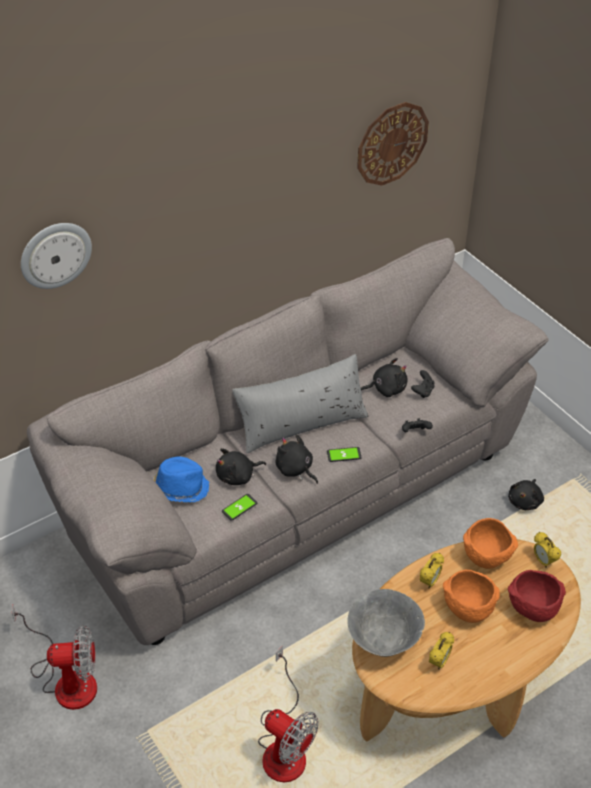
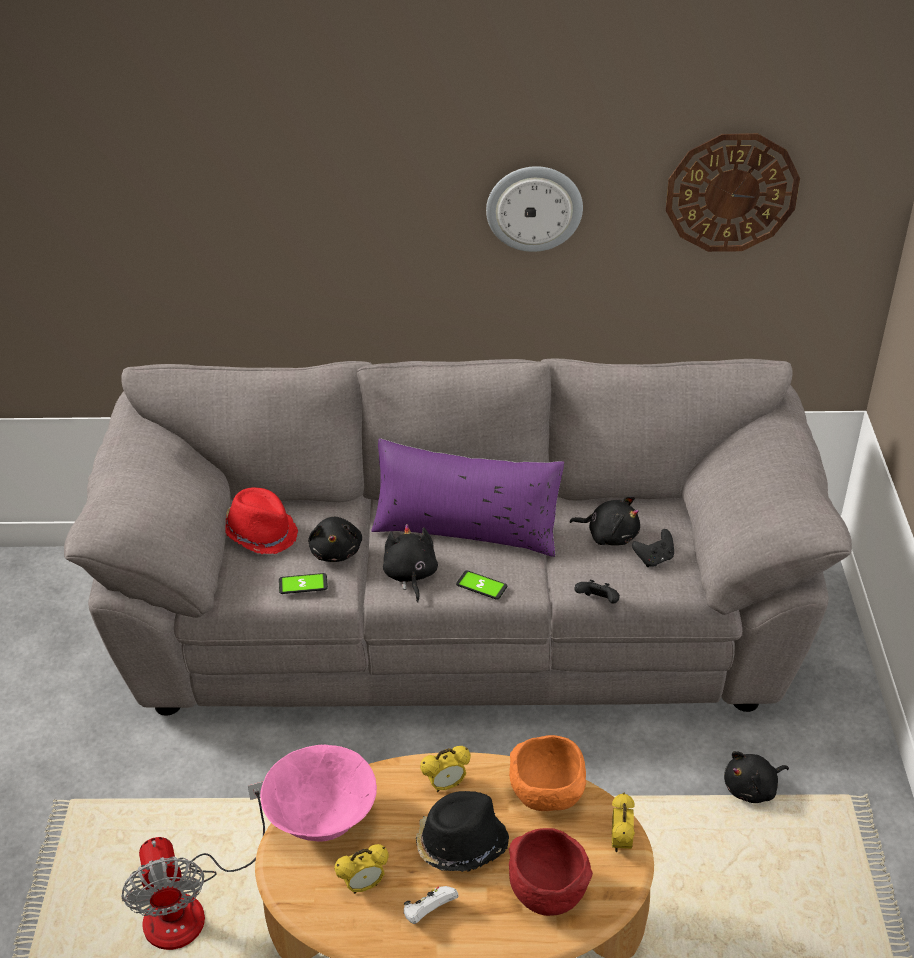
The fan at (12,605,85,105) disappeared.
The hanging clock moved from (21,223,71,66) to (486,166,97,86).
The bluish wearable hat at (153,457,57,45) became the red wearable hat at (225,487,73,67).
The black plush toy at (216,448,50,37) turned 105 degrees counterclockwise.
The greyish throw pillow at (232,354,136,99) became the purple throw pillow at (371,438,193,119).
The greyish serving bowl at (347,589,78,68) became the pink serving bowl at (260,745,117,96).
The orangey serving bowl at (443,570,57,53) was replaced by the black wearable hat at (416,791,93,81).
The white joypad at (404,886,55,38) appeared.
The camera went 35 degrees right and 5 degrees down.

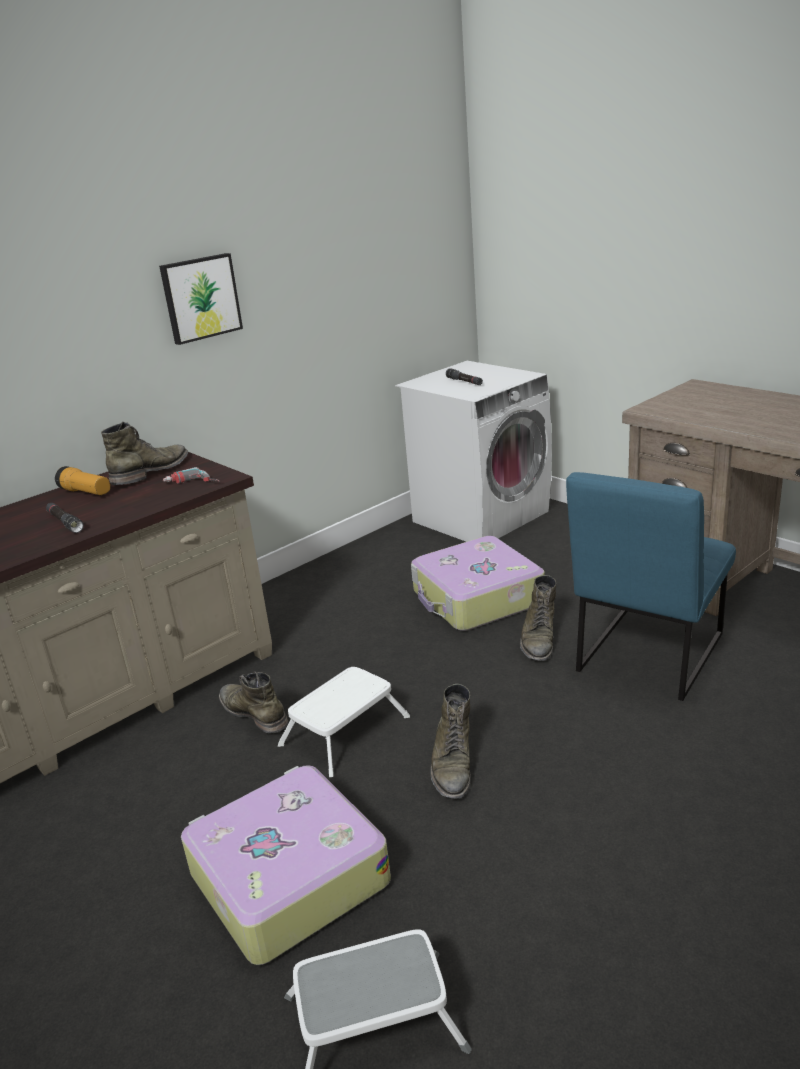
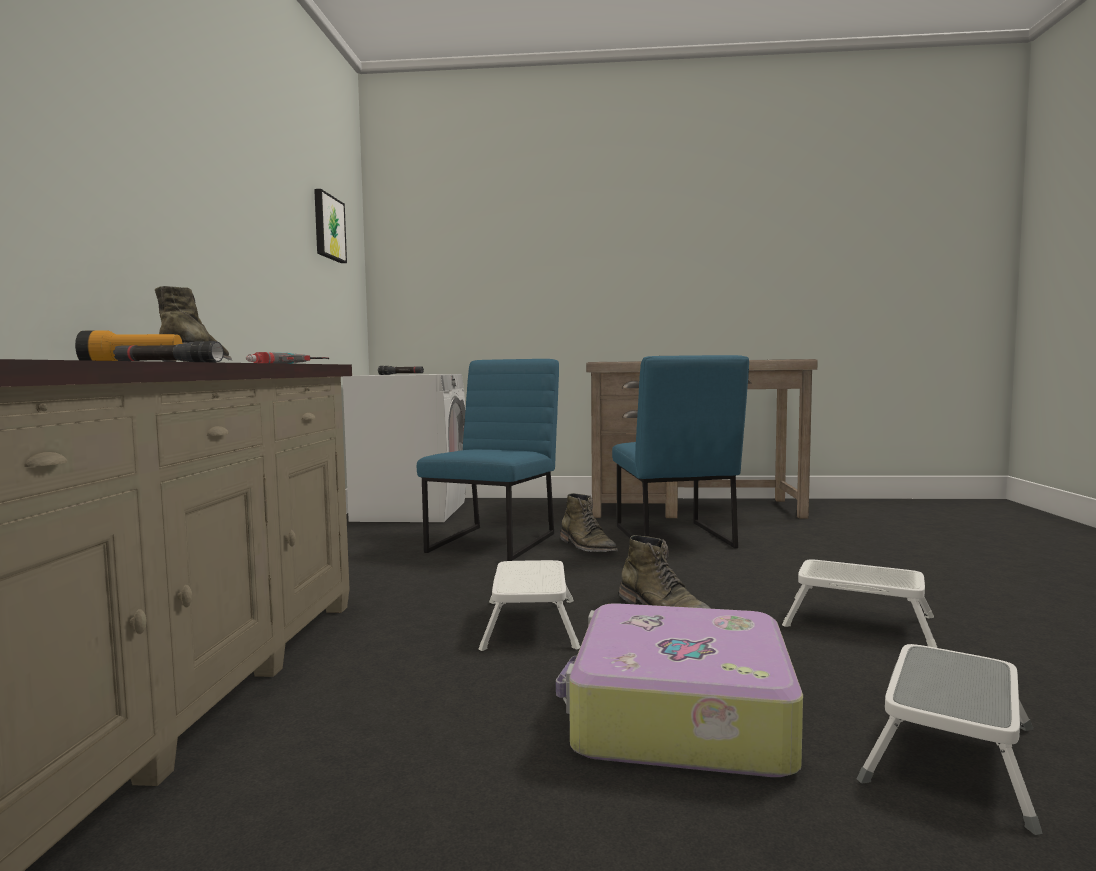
The wall picture moved from (159,253,84,92) to (314,189,33,74).
The green high-top boot at (219,672,69,61) disappeared.
The travel case at (411,536,133,95) was replaced by the bluish plain chair at (417,359,142,202).
The white step ladder at (782,559,155,89) appeared.
The camera went 45 degrees left and 20 degrees down.

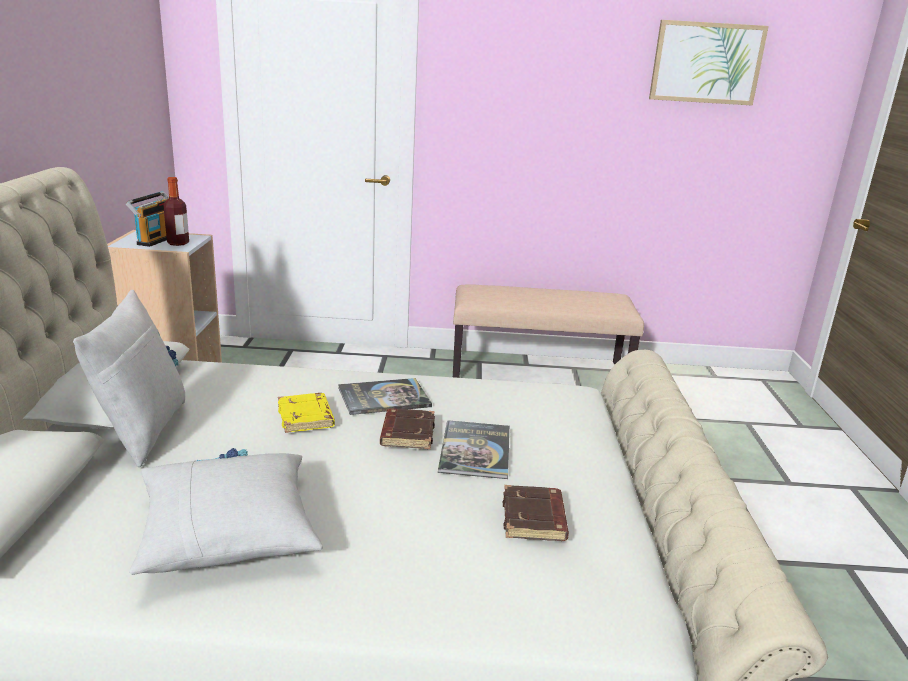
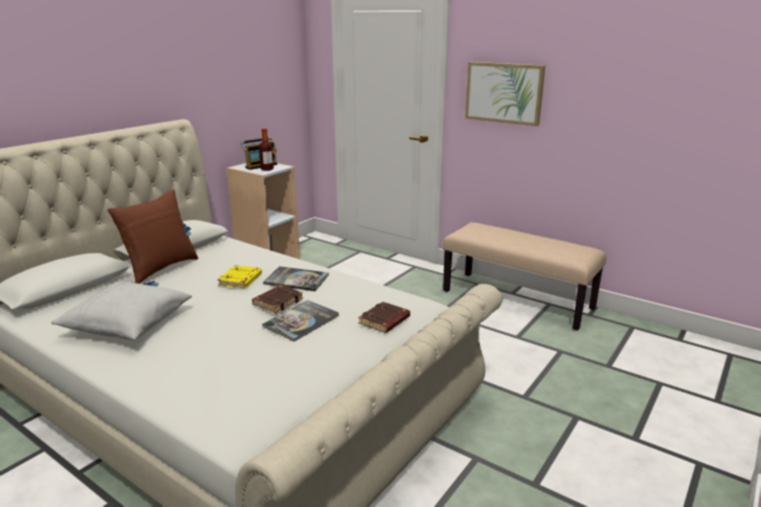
The greyish throw pillow at (73,290,112,177) became the brown-coloured throw pillow at (107,189,91,95).
The brown-coloured bound book moved from (502,485,67,56) to (358,301,52,32).
The wall picture moved from (649,20,120,86) to (465,62,80,64).
The camera went 35 degrees right and 0 degrees up.

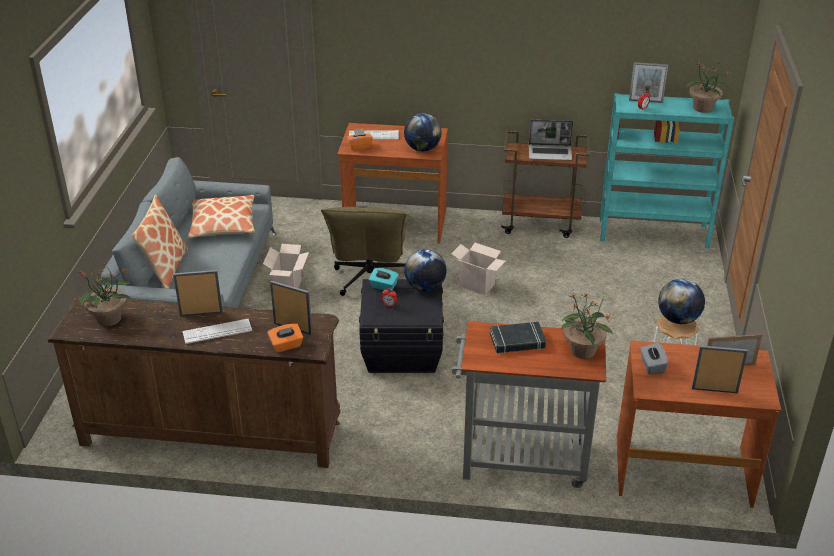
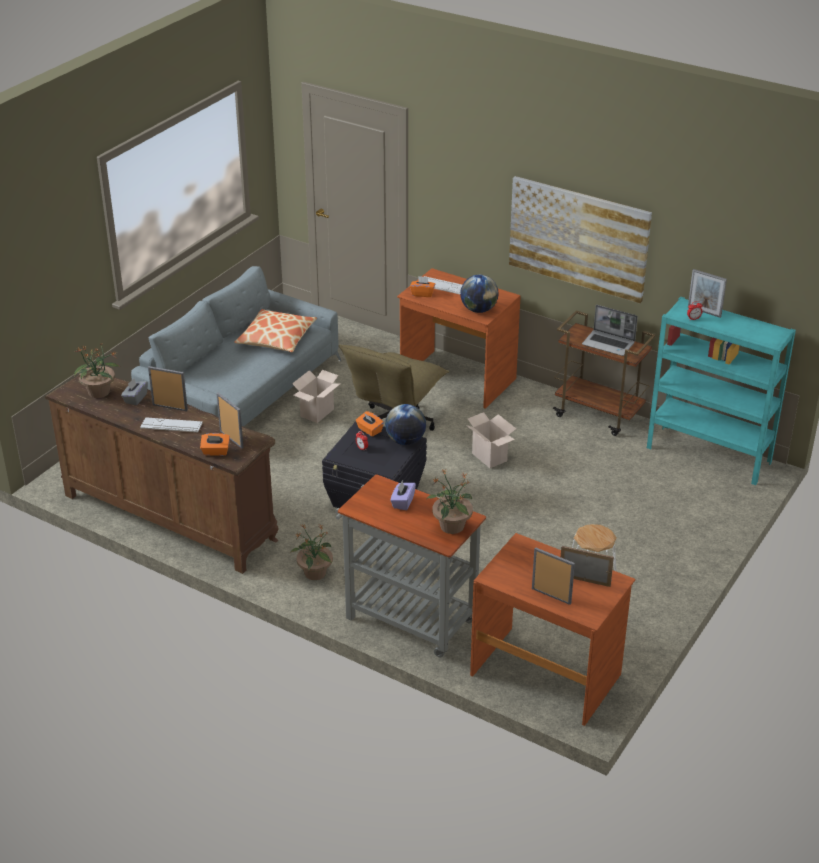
The throw pillow at (132,195,56,94) disappeared.
The turquoise box of tissues at (369,268,30,24) became the orangey box of tissues at (356,411,28,26).
The black bound book at (490,322,56,32) was replaced by the purple box of tissues at (390,480,26,30).
The greyish box of tissues moved from (640,343,28,31) to (121,378,27,27).
The desk globe at (658,279,47,45) disappeared.
The potted plant moved from (686,60,44,53) to (291,523,42,57).
The wall picture at (509,176,143,128) appeared.
The camera went 25 degrees right and 0 degrees up.

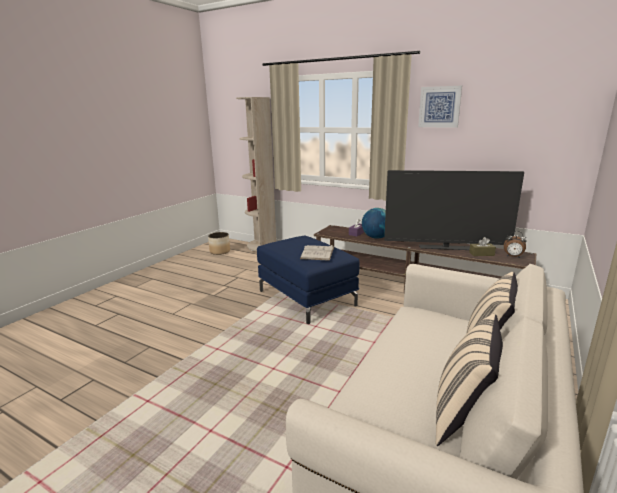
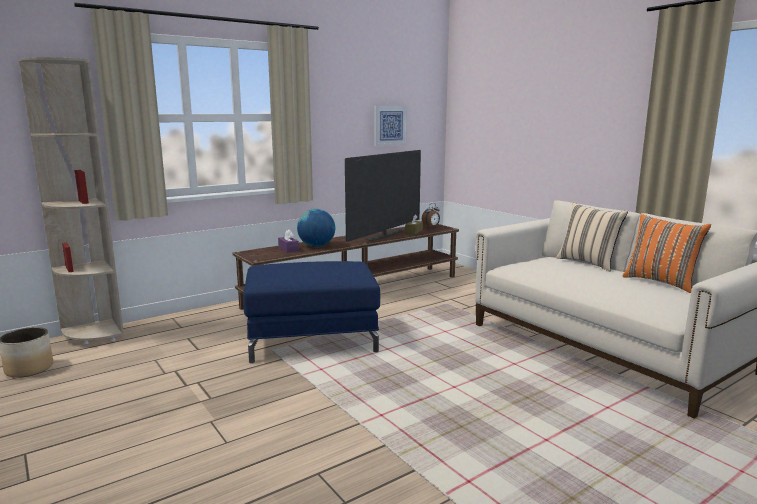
The white bound book at (300,245,34,16) disappeared.
The wall picture moved from (418,86,44,42) to (374,105,33,41).
The sand-coloured throw pillow at (436,314,67,132) became the orangey throw pillow at (622,214,89,79).
The camera went 65 degrees left and 5 degrees down.

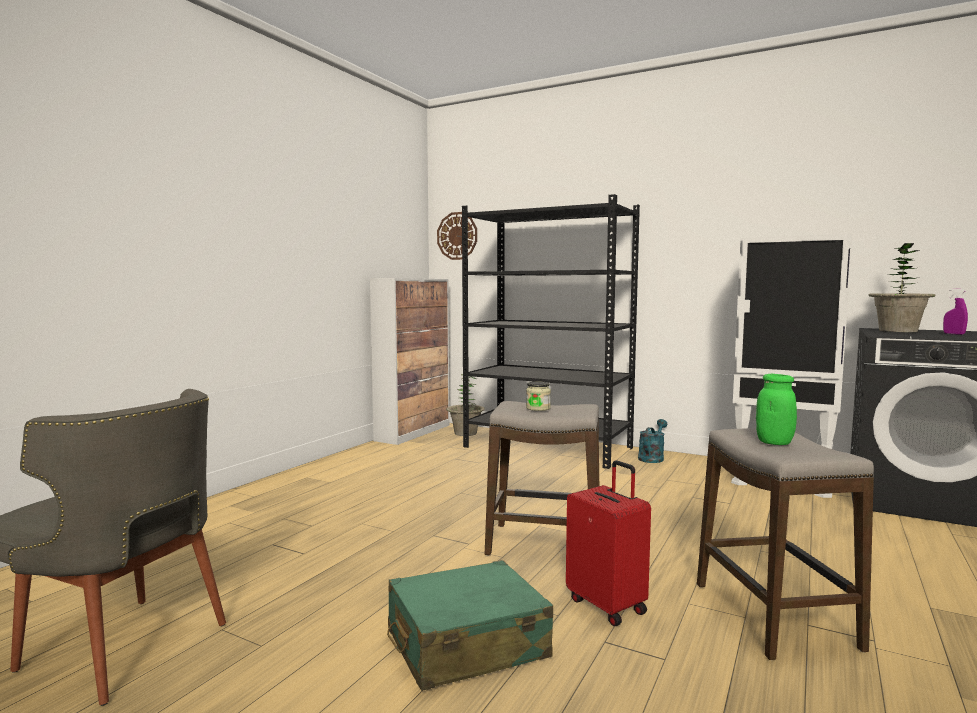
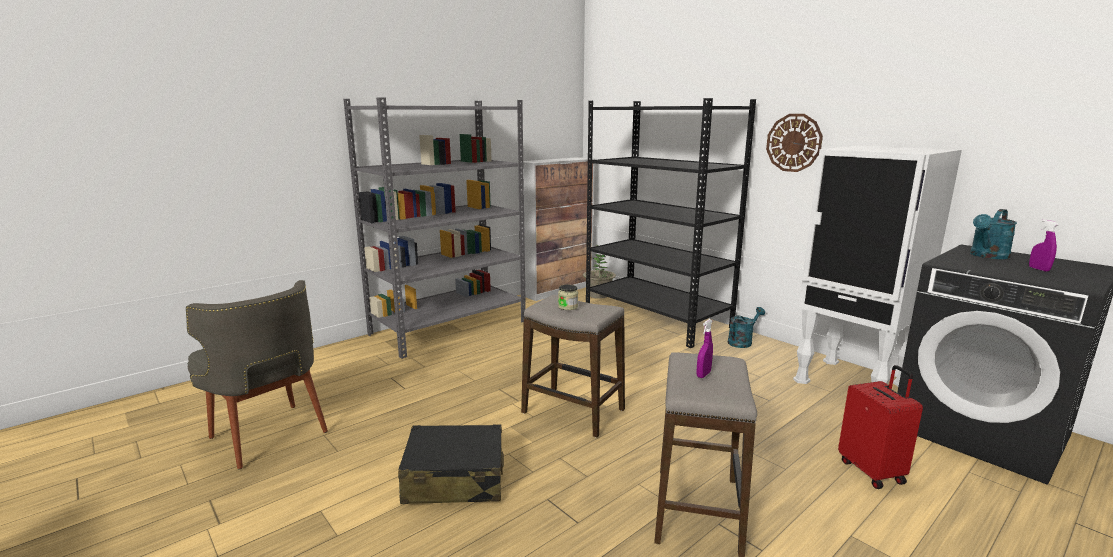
The green travel case at (387,560,166,131) became the black travel case at (398,424,106,80).
The hanging clock moved from (437,212,40,48) to (766,114,57,58).
The red travel case moved from (566,460,85,166) to (838,365,85,124).
The green preserve jar at (756,374,41,71) was replaced by the purple spray bottle at (696,319,17,59).
The potted plant at (869,243,67,89) was replaced by the turquoise watering can at (970,209,47,50).
The greyish bookshelf at (343,97,183,262) appeared.
The camera went 20 degrees right and 10 degrees up.

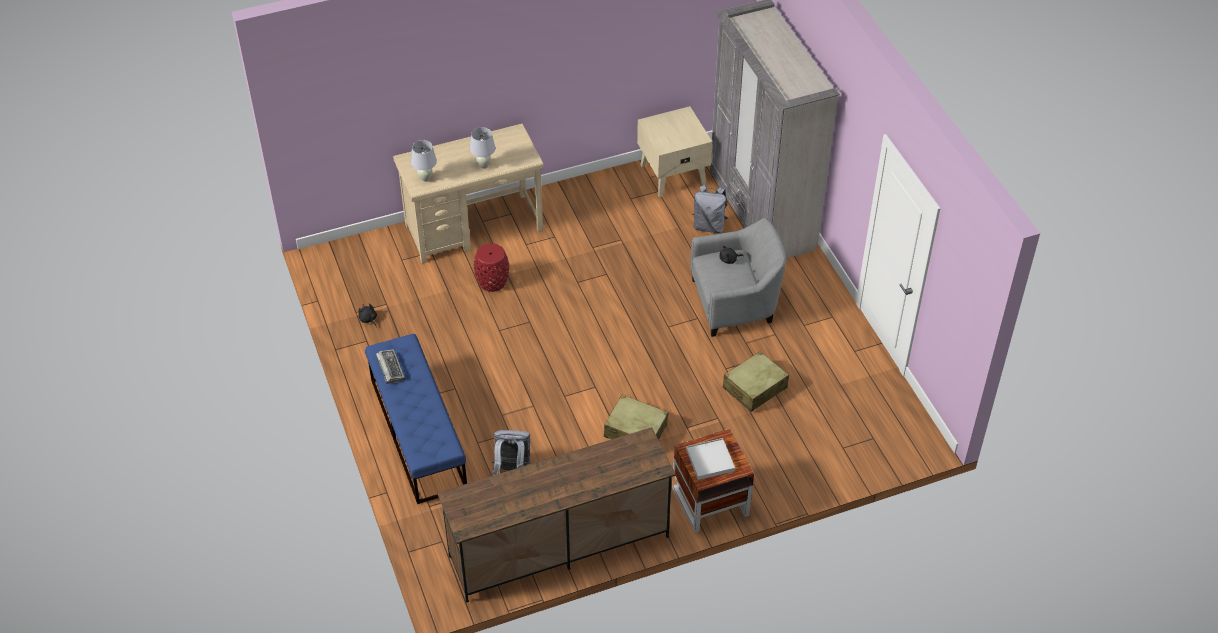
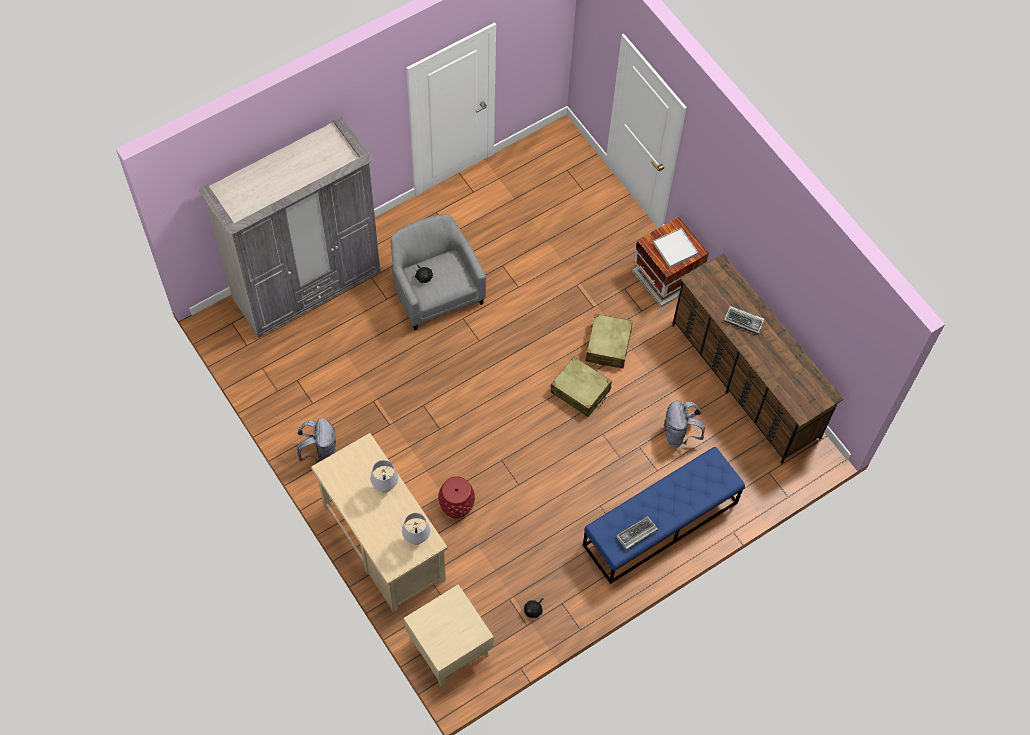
The sand-coloured bedside table moved from (637,106,75,92) to (404,584,90,102).
The greyish backpack moved from (692,185,36,48) to (297,418,39,45).
The sand-coloured travel case moved from (723,351,66,61) to (551,357,61,60).
The PC keyboard at (724,305,41,30) appeared.
The camera went 105 degrees left and 15 degrees up.

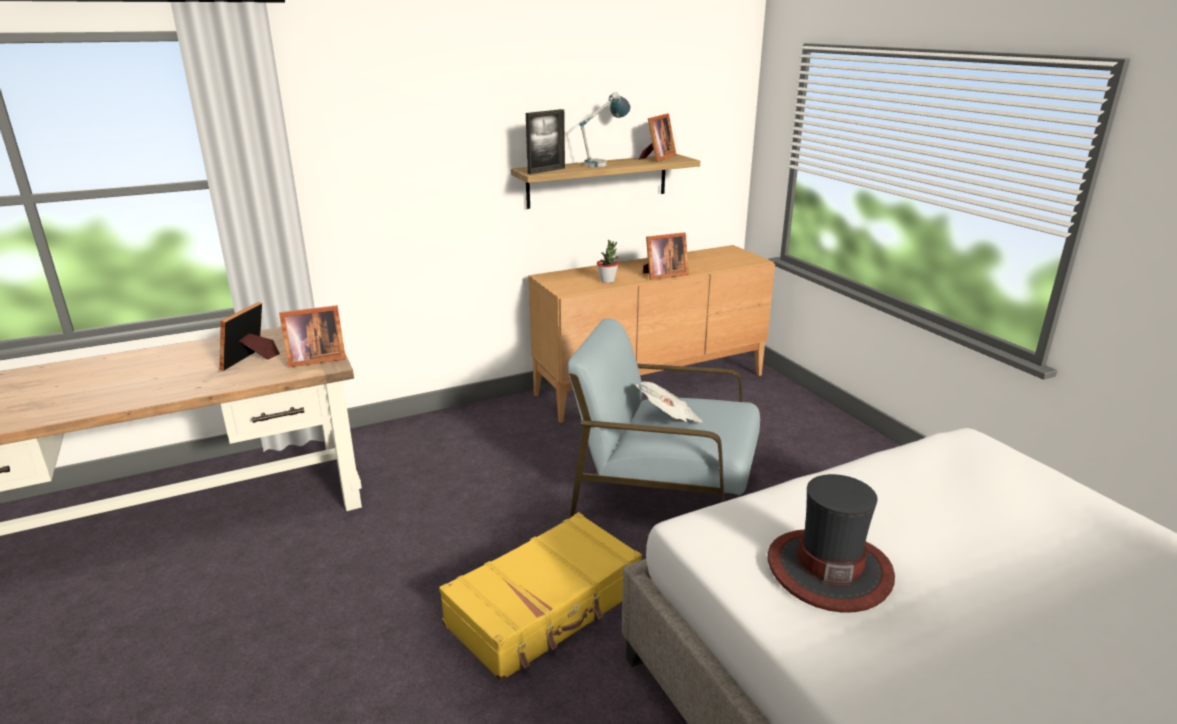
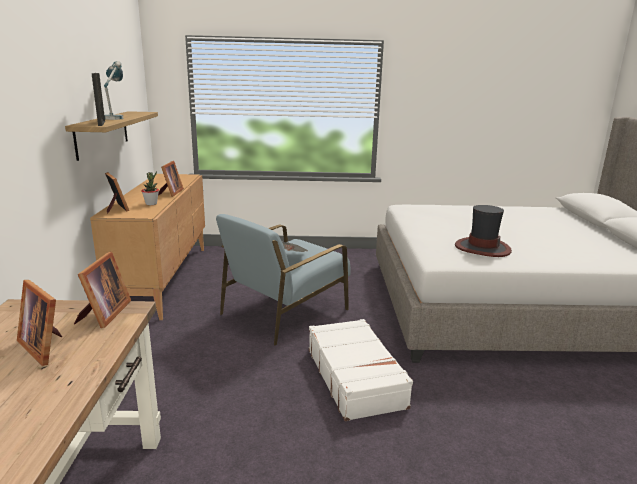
The yellowish travel case at (439,512,203,170) became the white travel case at (309,319,104,102).
The photo frame moved from (639,113,38,49) to (105,172,24,41).
The camera went 65 degrees left and 5 degrees down.

